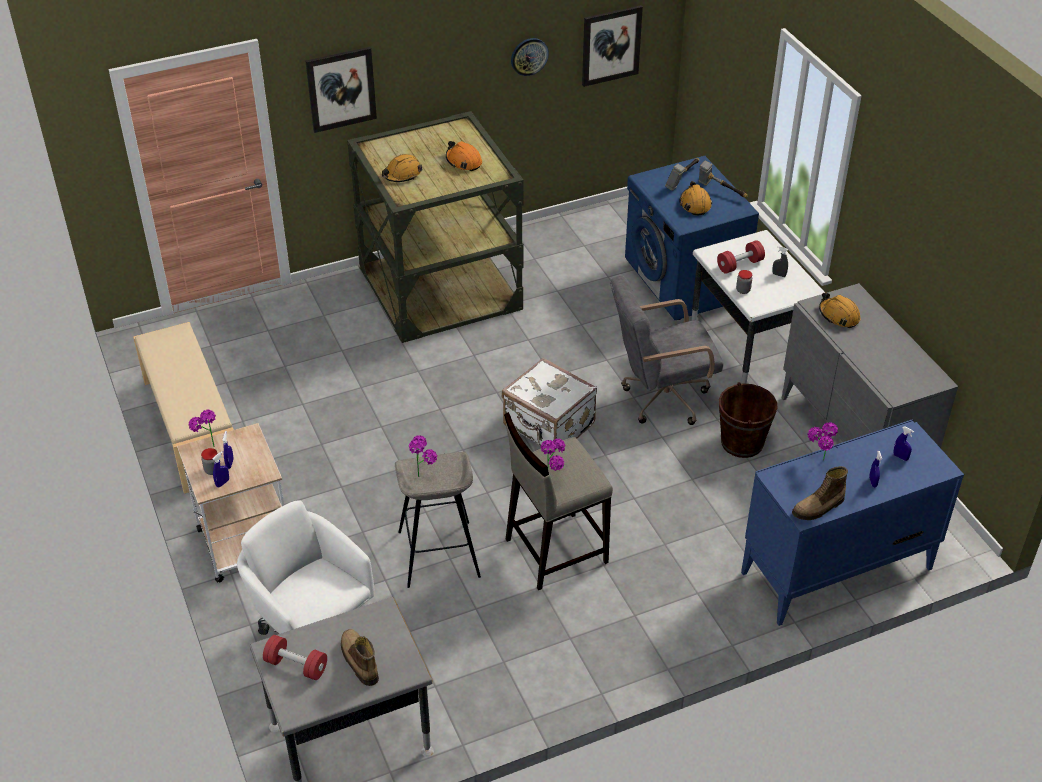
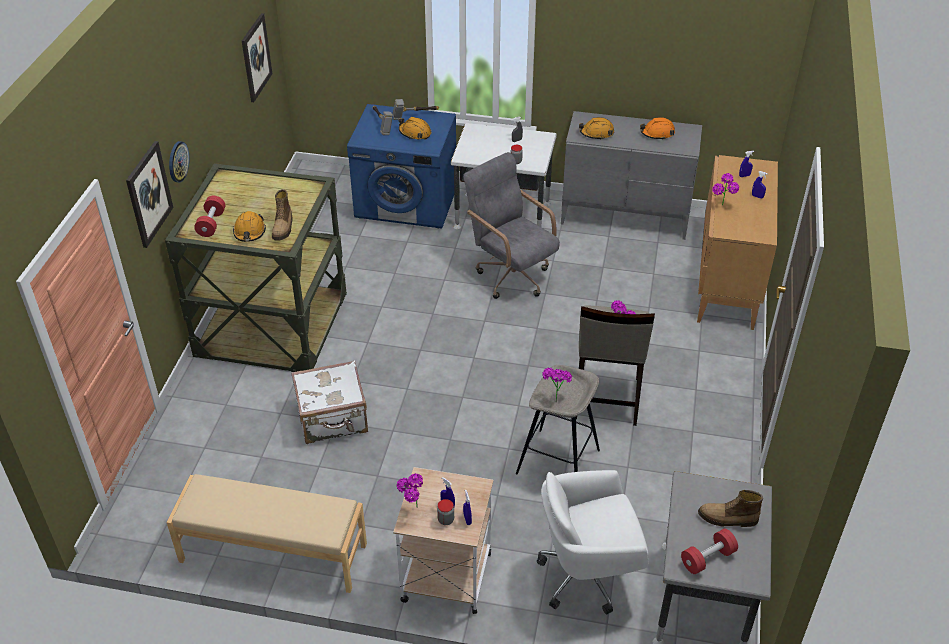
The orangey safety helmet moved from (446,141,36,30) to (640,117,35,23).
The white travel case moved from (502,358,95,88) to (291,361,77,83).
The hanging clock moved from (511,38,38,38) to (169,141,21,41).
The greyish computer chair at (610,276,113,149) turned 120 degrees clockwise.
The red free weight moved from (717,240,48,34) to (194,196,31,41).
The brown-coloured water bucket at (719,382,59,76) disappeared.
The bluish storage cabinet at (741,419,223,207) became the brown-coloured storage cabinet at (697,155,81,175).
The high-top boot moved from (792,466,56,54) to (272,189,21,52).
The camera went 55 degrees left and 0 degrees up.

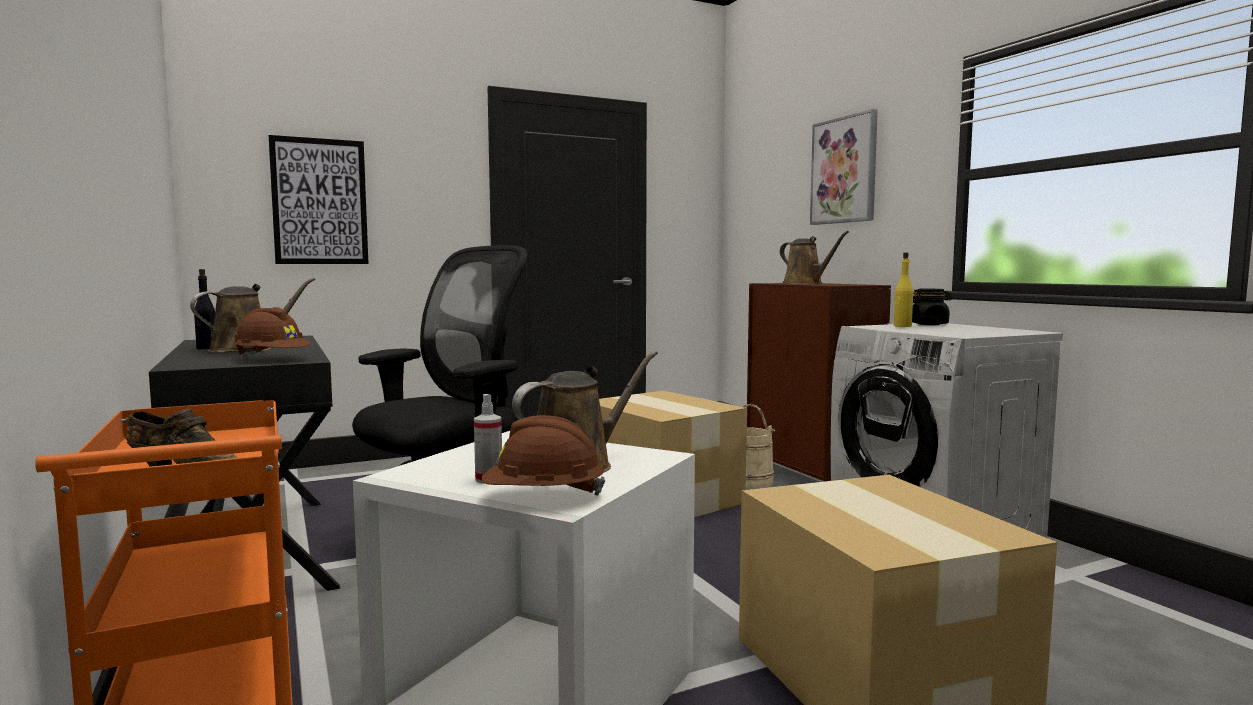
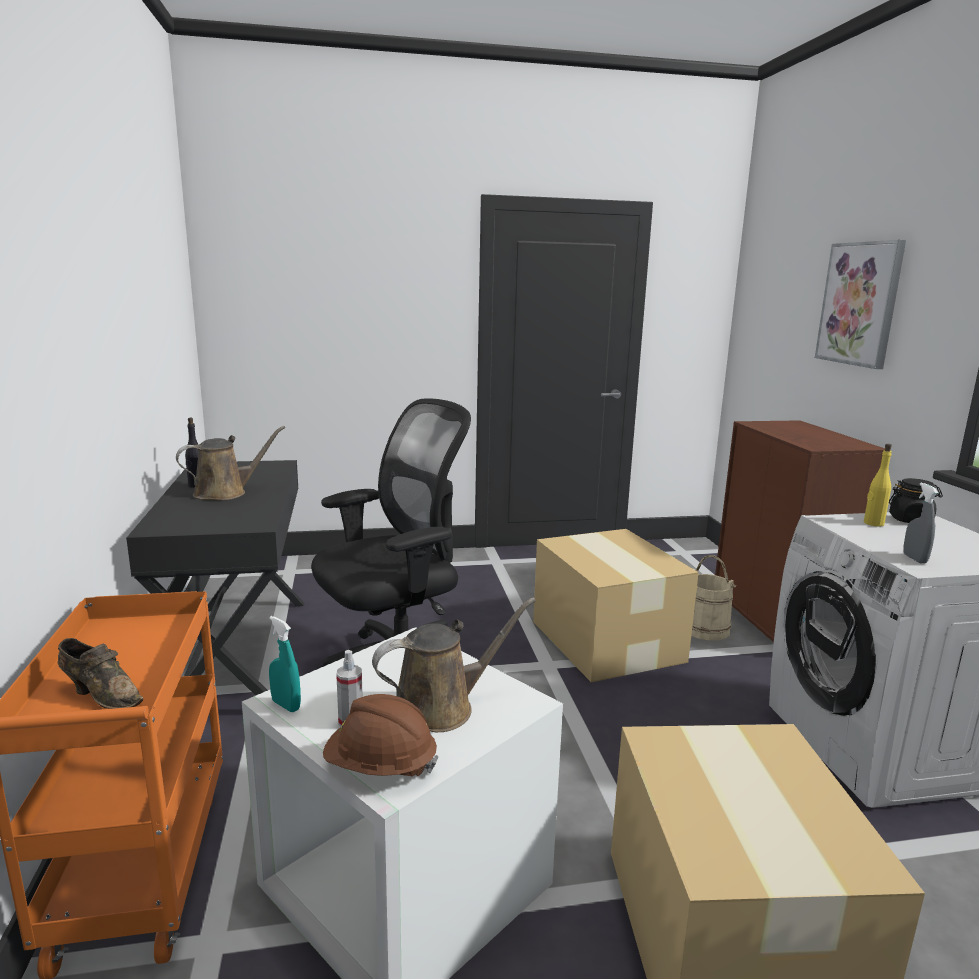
The brown-coloured safety helmet at (233,307,78,51) disappeared.
The wall picture at (269,135,100,129) disappeared.
The brown-coloured watering can at (780,231,69,53) disappeared.
The turquoise spray bottle at (269,616,32,96) appeared.
The greyish spray bottle at (903,483,35,81) appeared.
The camera went 15 degrees right and 10 degrees up.

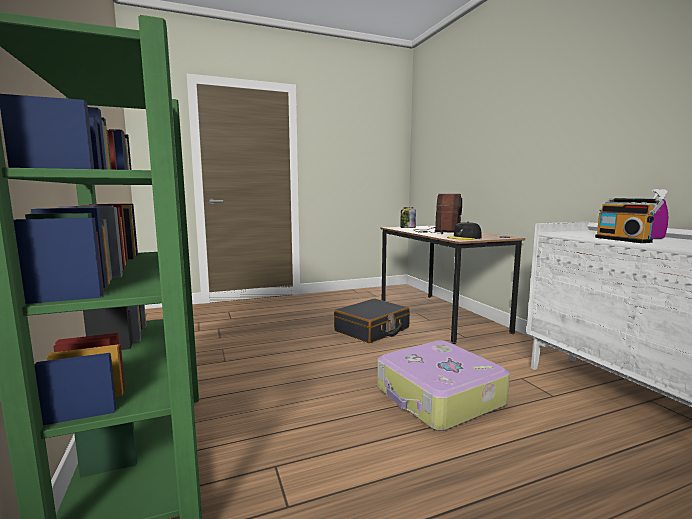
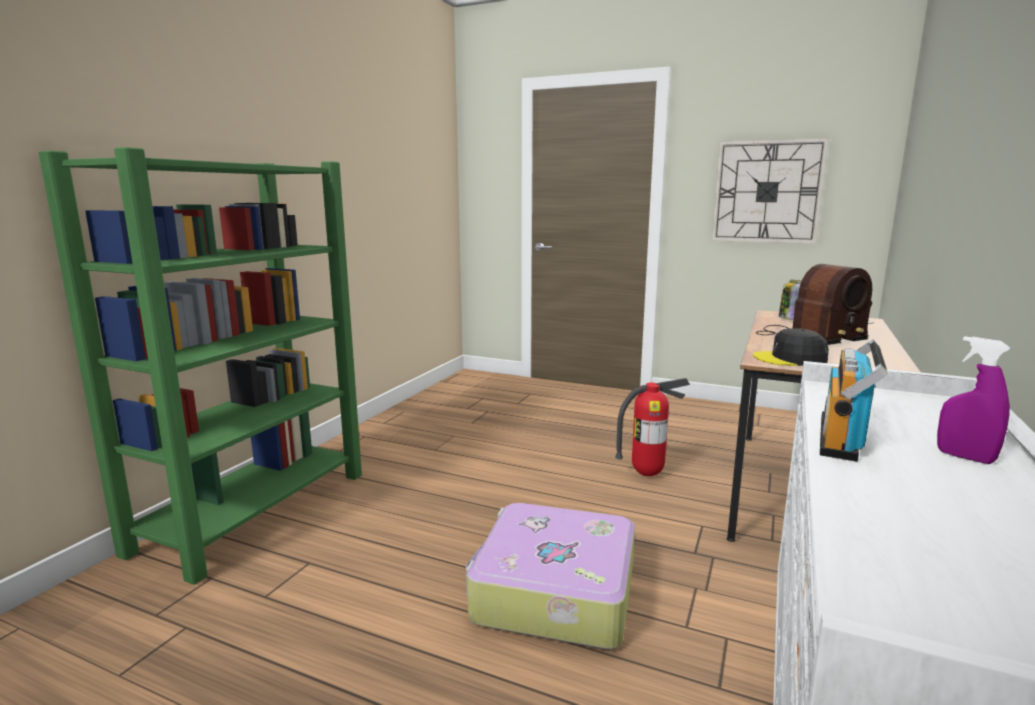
The black travel case at (334,298,76,45) was replaced by the fire extinguisher at (615,378,75,98).
The hanging clock at (712,138,117,106) appeared.
The camera went 45 degrees right and 5 degrees up.

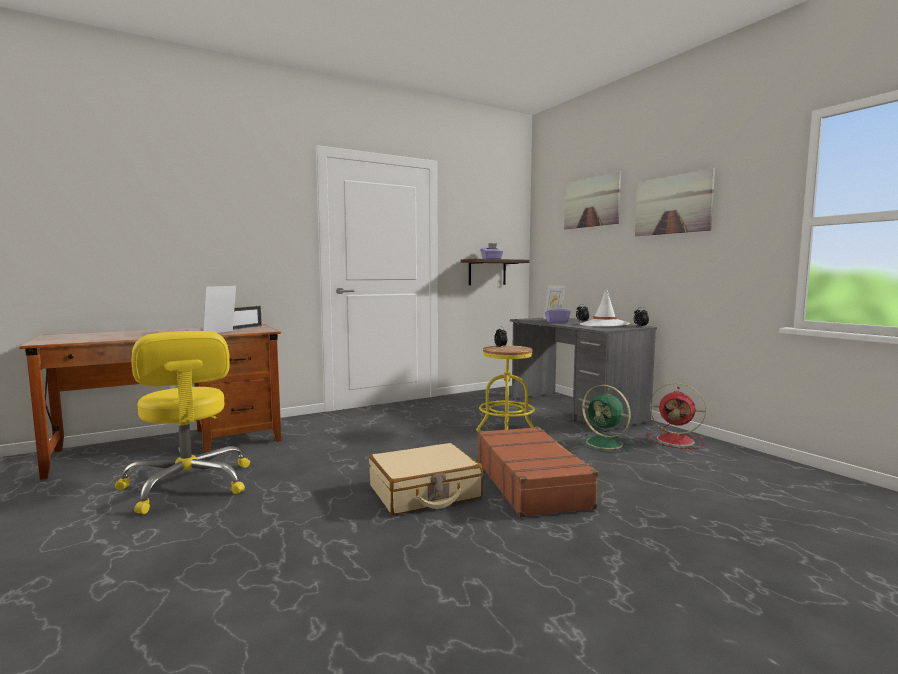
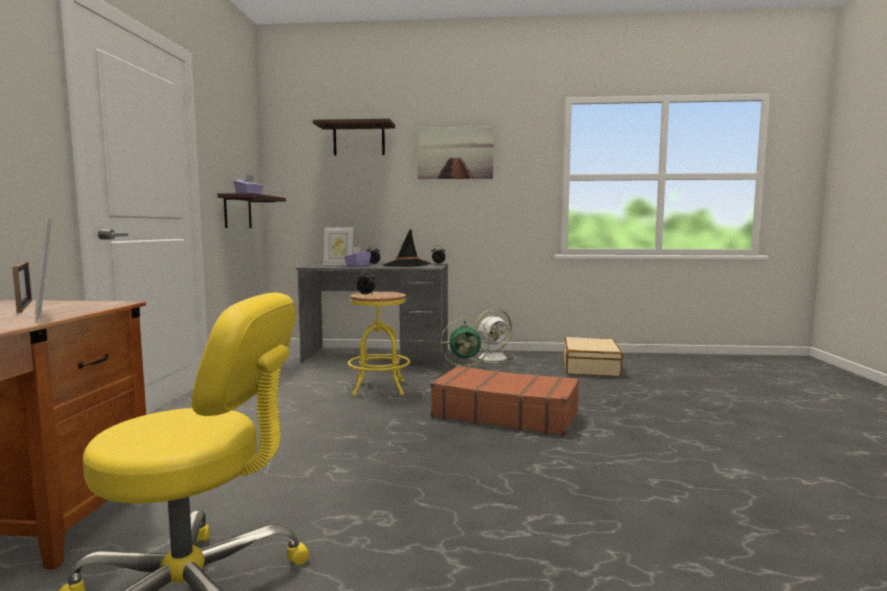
The sand-coloured travel case moved from (369,443,114,72) to (564,337,59,40).
The wall picture at (564,172,57,57) was replaced by the shelf at (313,118,82,38).
The white wearable hat at (580,289,50,38) became the black wearable hat at (383,230,48,37).
The red fan at (647,383,59,66) became the white fan at (469,308,47,55).
The camera went 55 degrees left and 0 degrees up.

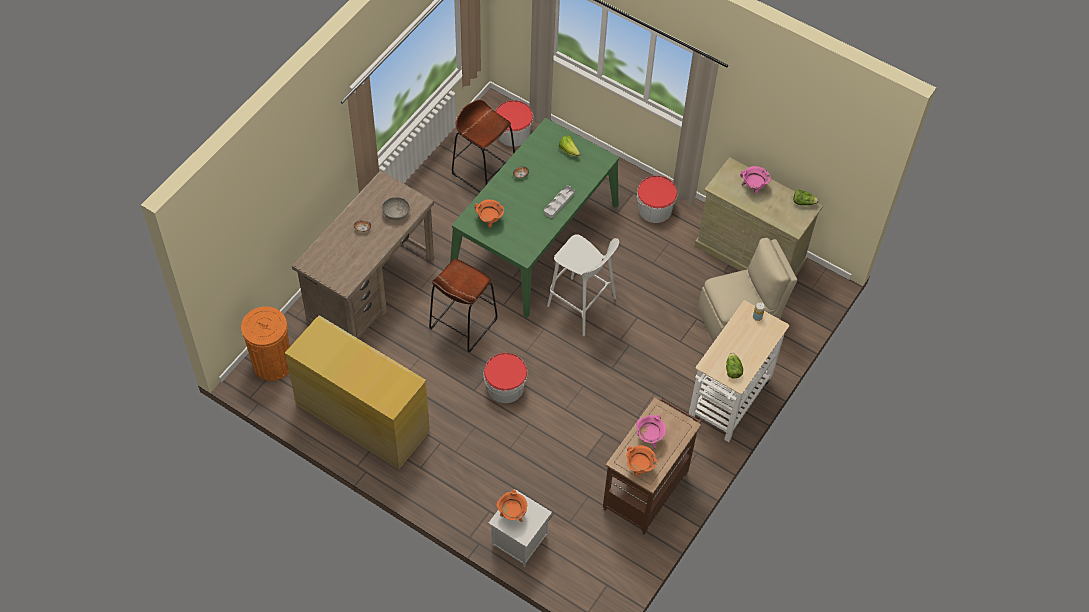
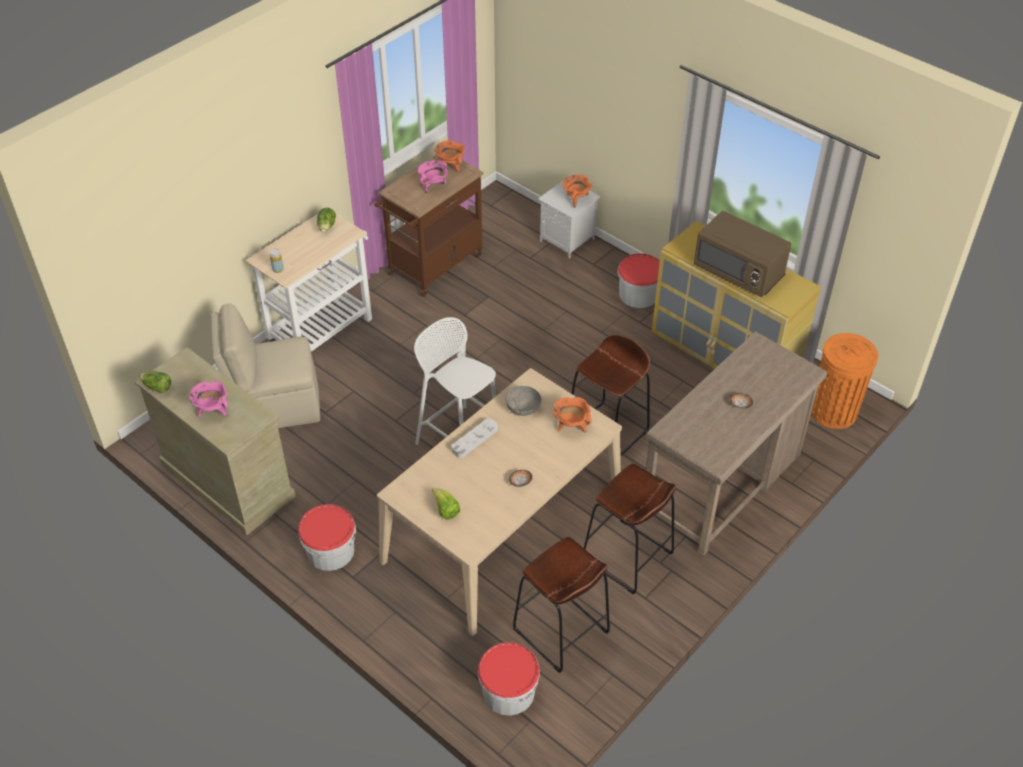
The greyish serving bowl moved from (382,197,28,23) to (505,386,37,30).
The green kitchen table at (450,118,169,200) became the sand-coloured kitchen table at (377,368,245,268).
The water bucket moved from (484,353,44,50) to (618,253,42,55).
The brown-coloured sitting stool at (584,464,92,130) appeared.
The brown-coloured microwave oven at (694,211,97,87) appeared.
The camera went 170 degrees left and 10 degrees down.

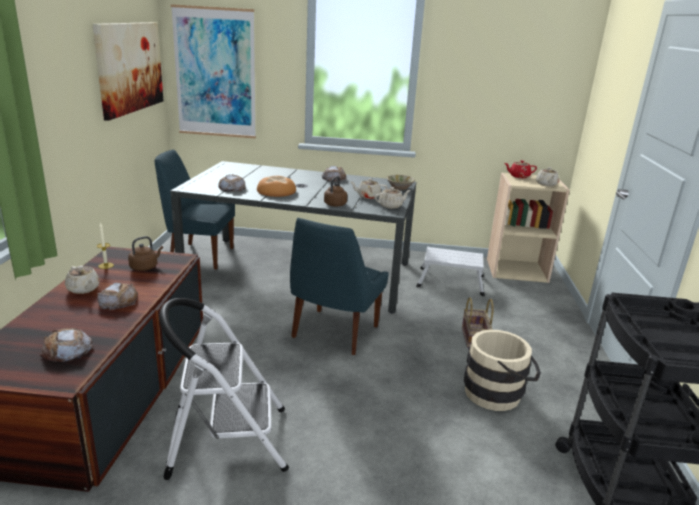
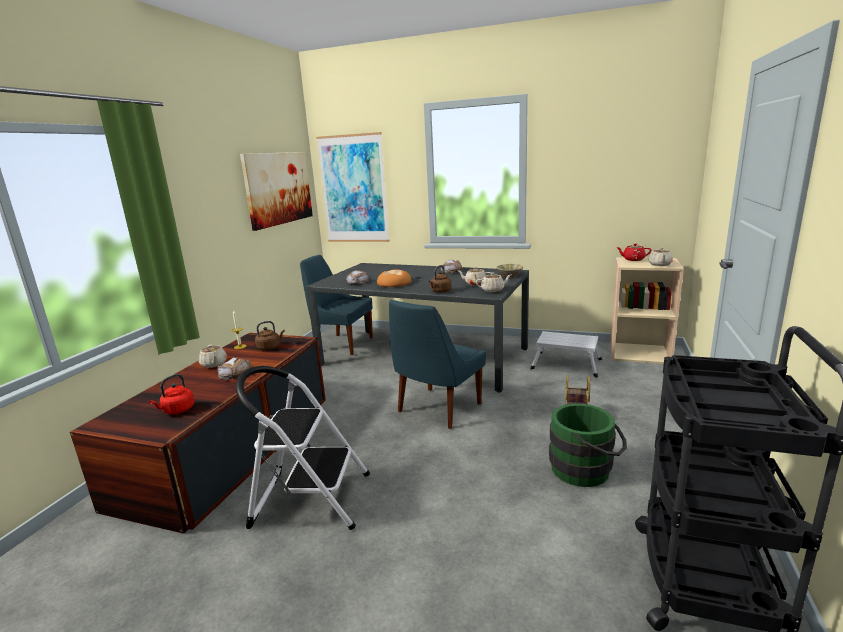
The bread at (40,328,53,34) was replaced by the red kettle at (149,374,45,40).
The sand-coloured water bucket at (464,330,77,81) became the green water bucket at (549,403,78,84).
The camera went 15 degrees right and 5 degrees down.

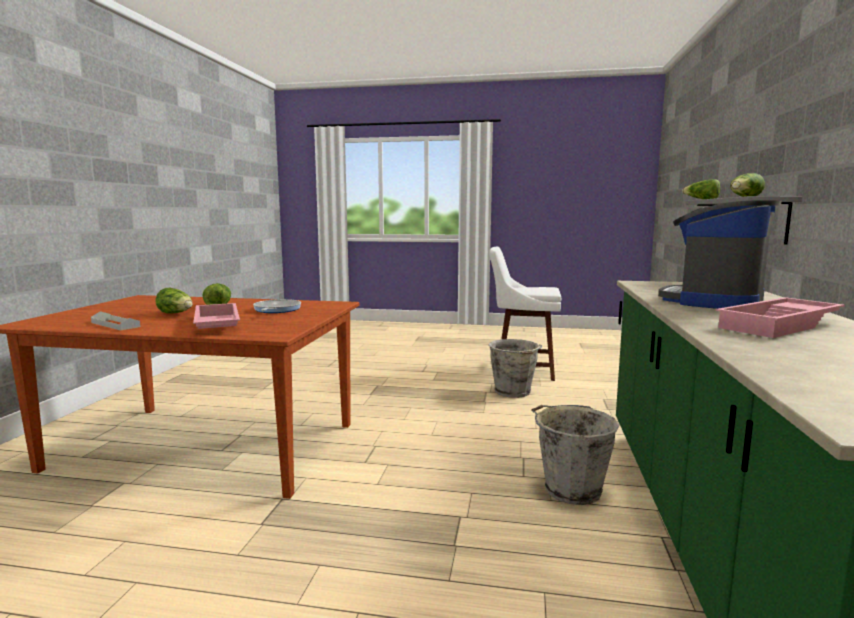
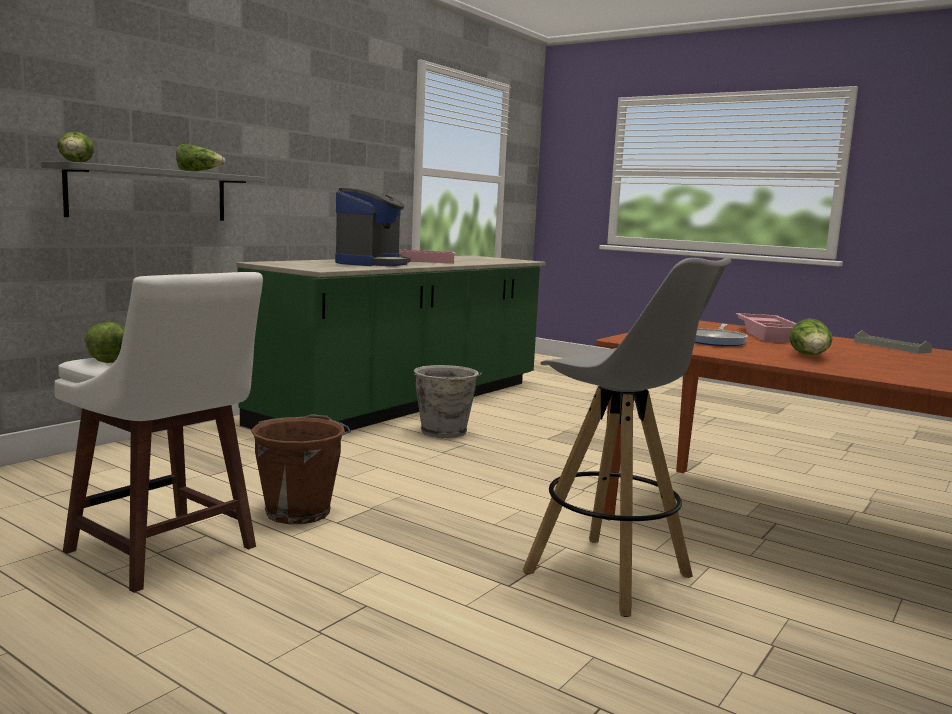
The lettuce moved from (156,288,37,26) to (85,322,40,41).
The greyish water bucket at (489,339,53,59) became the brown-coloured water bucket at (251,414,100,110).
The coffee maker at (658,200,123,109) turned 45 degrees counterclockwise.
The greyish sitting stool at (523,257,209,360) appeared.
The camera went 155 degrees left and 0 degrees up.

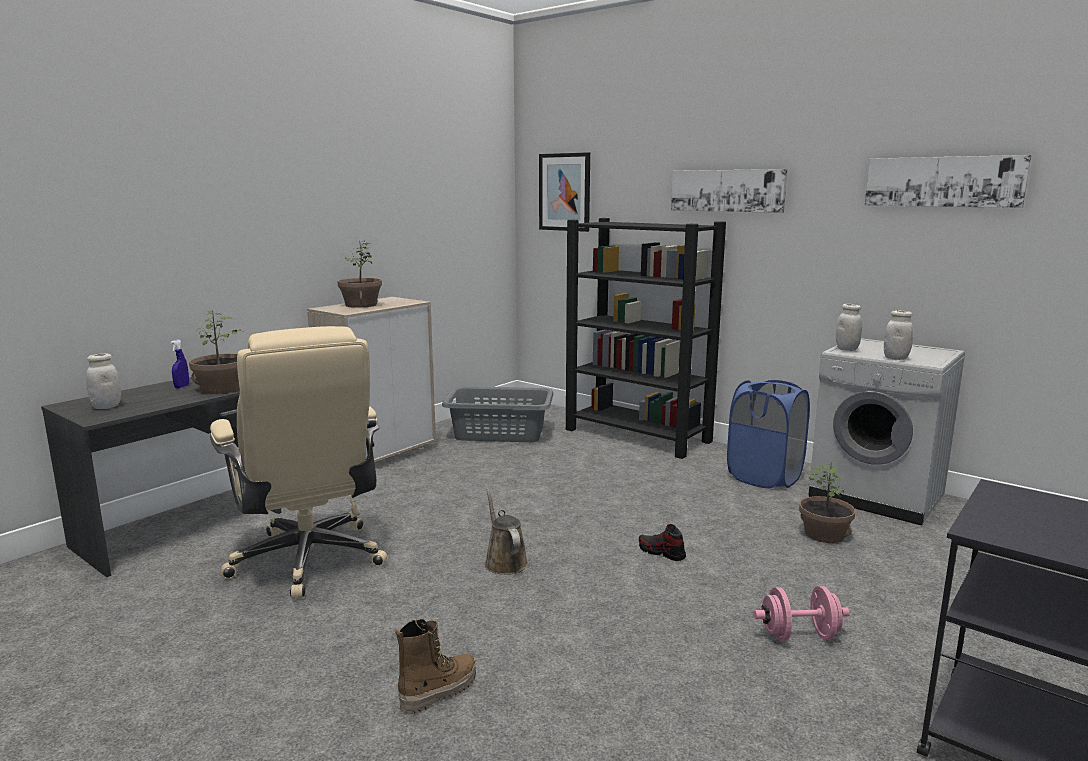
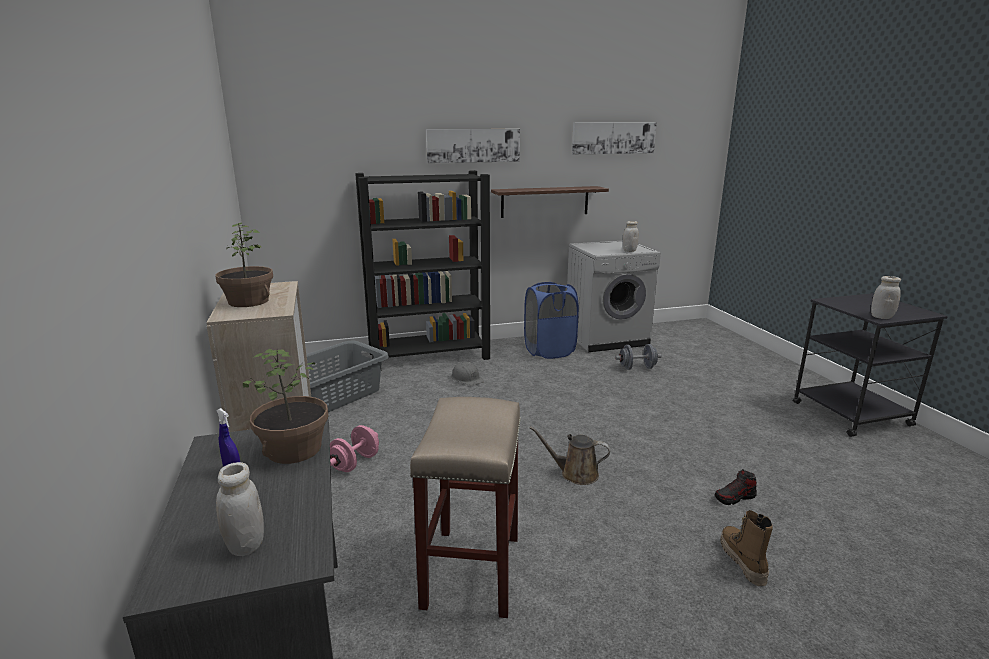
The sand-coloured computer chair at (210,326,177,274) was replaced by the sand-coloured sitting stool at (410,397,111,221).
The wall picture at (539,152,51,80) disappeared.
The item of footwear moved from (639,524,47,37) to (715,469,42,36).
The pink free weight moved from (754,586,96,55) to (330,425,49,47).
The potted plant at (799,462,56,81) was replaced by the greyish free weight at (615,344,46,26).
The white preserve jar moved from (836,304,26,47) to (871,276,30,43).
The greyish safety helmet at (451,361,33,24) appeared.
The shelf at (491,186,118,32) appeared.
The camera went 55 degrees left and 5 degrees up.

